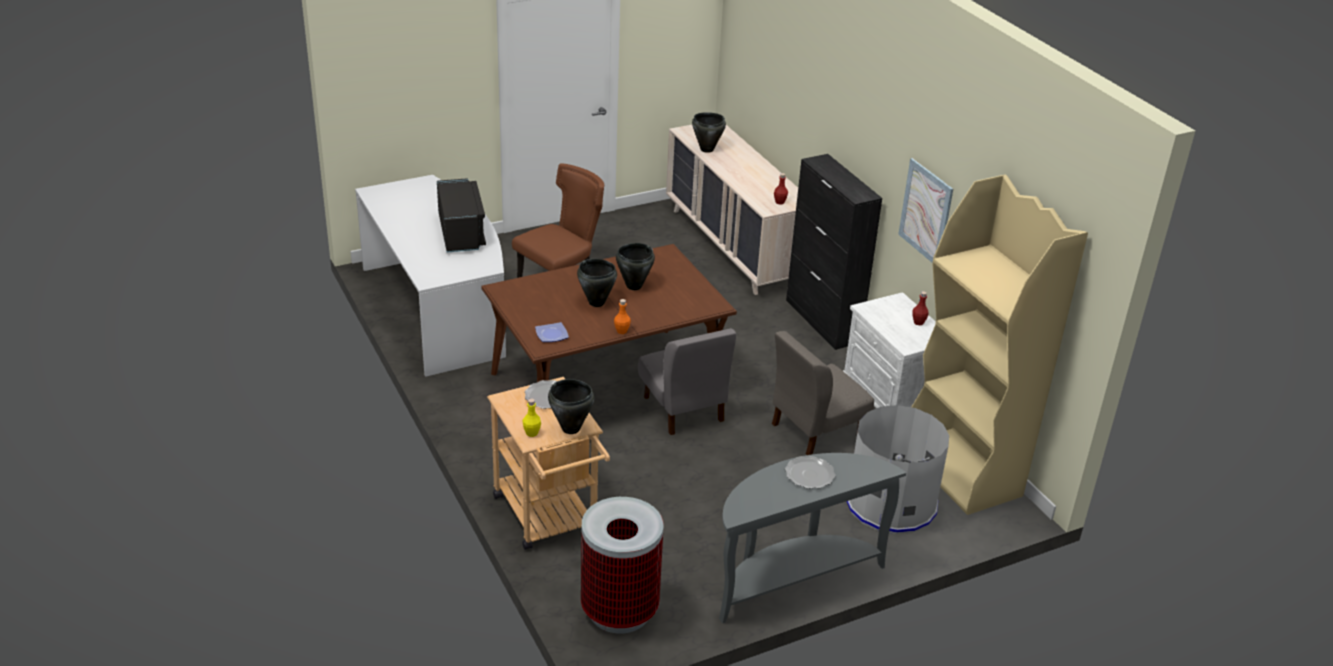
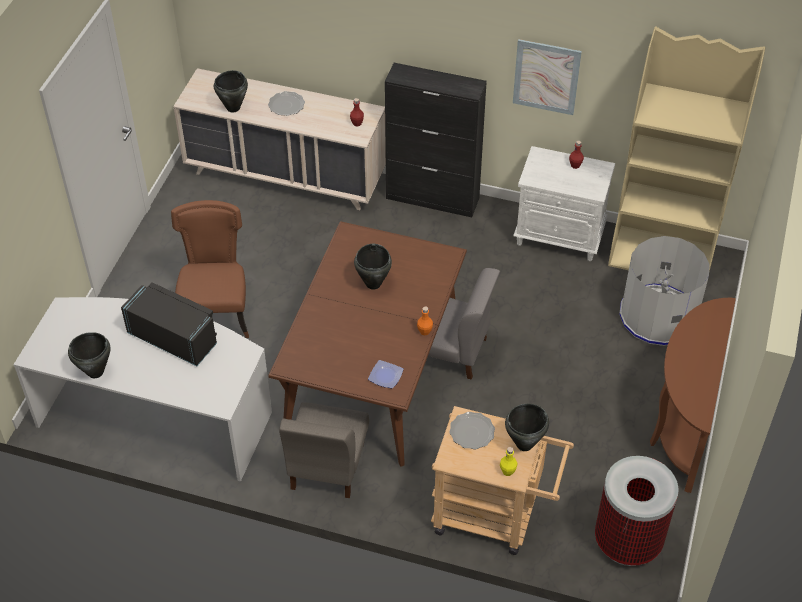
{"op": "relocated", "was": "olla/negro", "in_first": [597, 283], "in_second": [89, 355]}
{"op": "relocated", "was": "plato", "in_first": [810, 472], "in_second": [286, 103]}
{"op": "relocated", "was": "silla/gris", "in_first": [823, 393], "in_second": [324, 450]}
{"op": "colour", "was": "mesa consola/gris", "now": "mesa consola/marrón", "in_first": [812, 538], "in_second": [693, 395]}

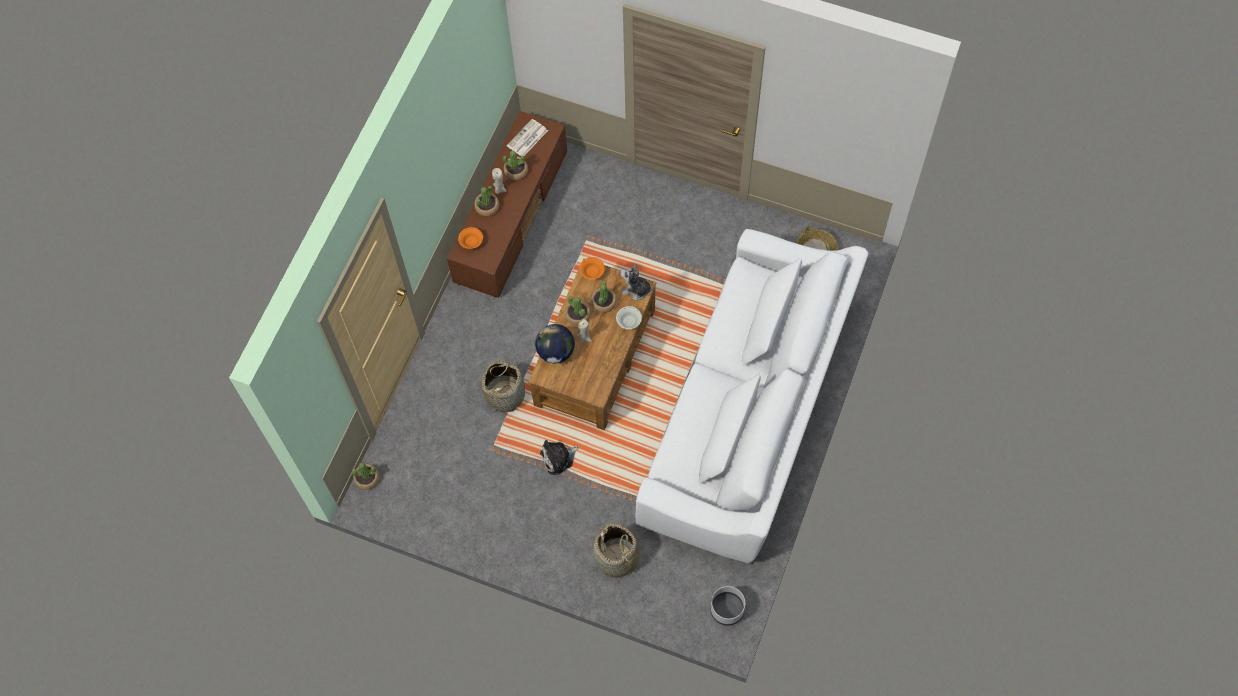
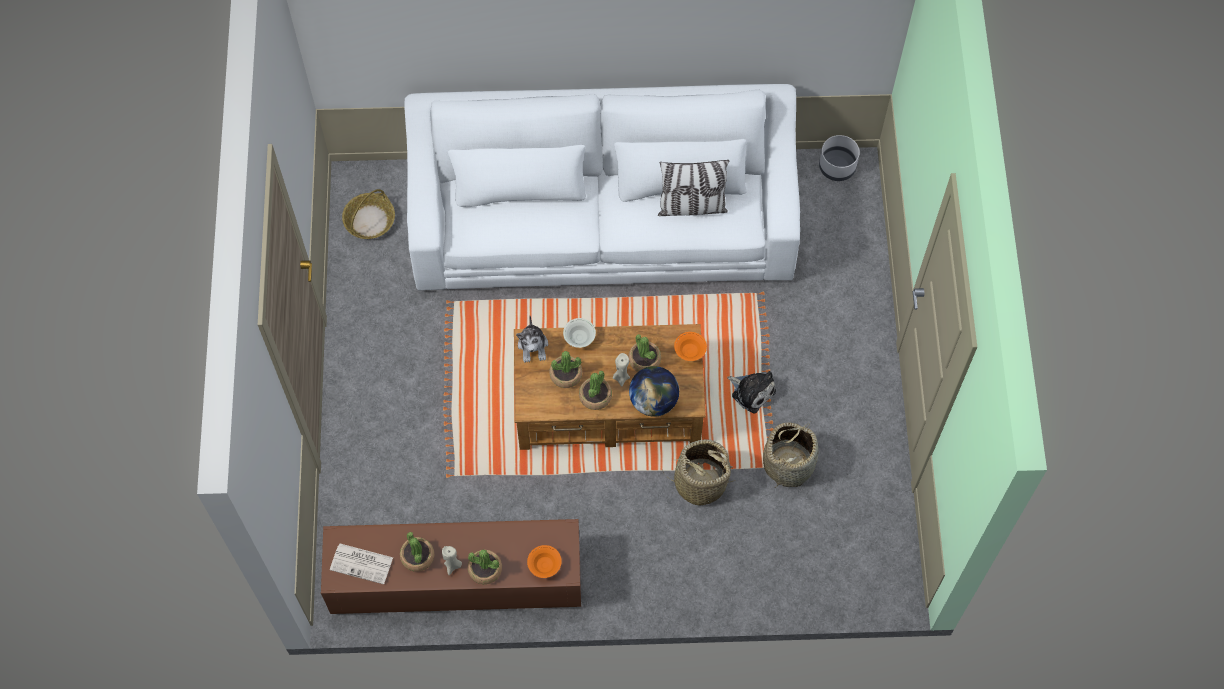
{"op": "relocated", "was": "planta en maceta", "in_first": [366, 476], "in_second": [644, 353]}
{"op": "appeared", "now": "cojín", "in_second": [694, 188]}
{"op": "relocated", "was": "cuenco/naranja", "in_first": [592, 268], "in_second": [690, 346]}
{"op": "relocated", "was": "cesta", "in_first": [616, 550], "in_second": [791, 455]}

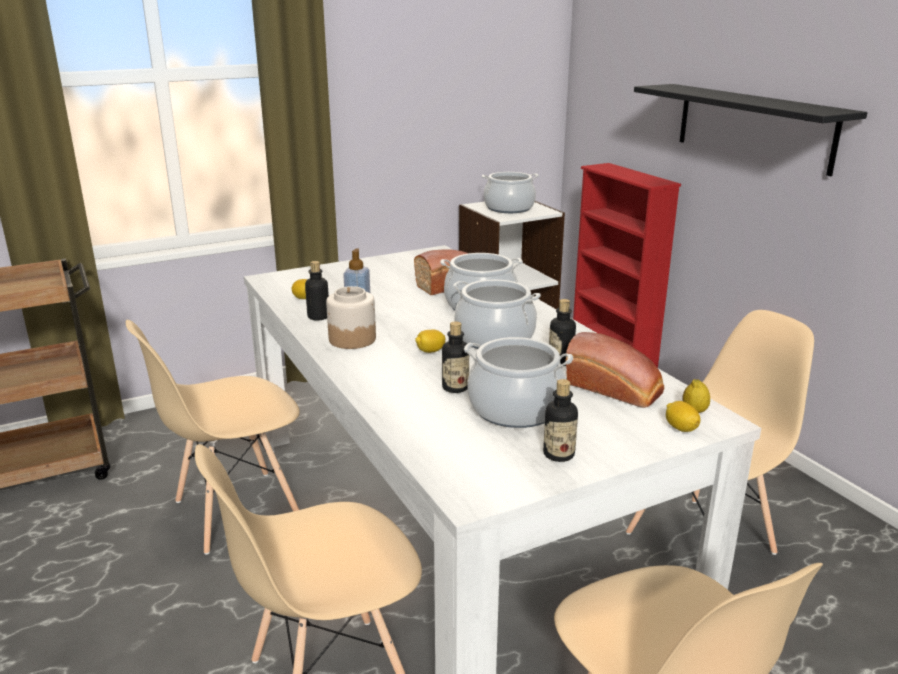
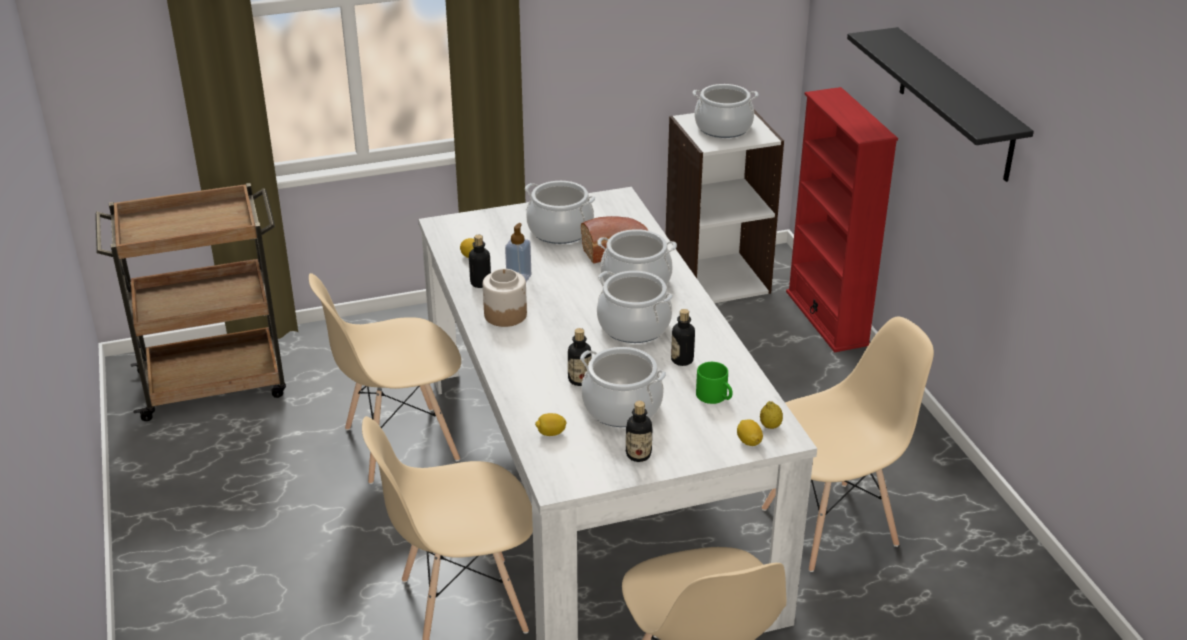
{"op": "appeared", "now": "olla", "in_second": [560, 212]}
{"op": "relocated", "was": "limón", "in_first": [430, 341], "in_second": [551, 424]}
{"op": "exchanged", "was": "pan", "now": "taza grande/verde", "in_first": [615, 370], "in_second": [714, 383]}

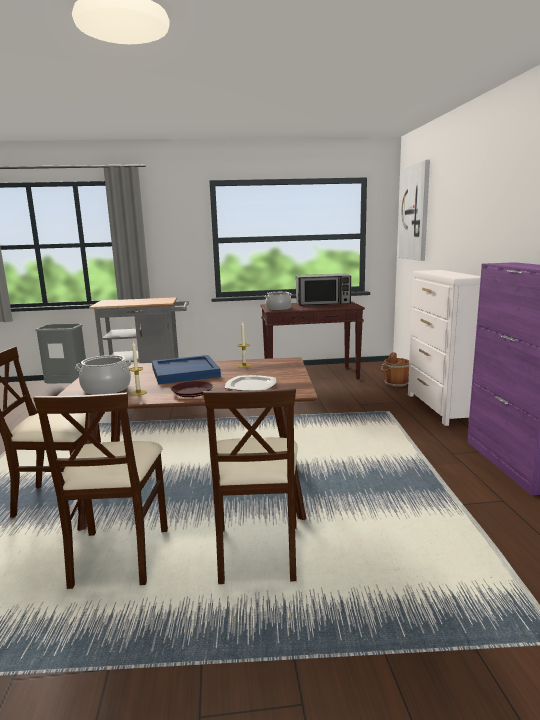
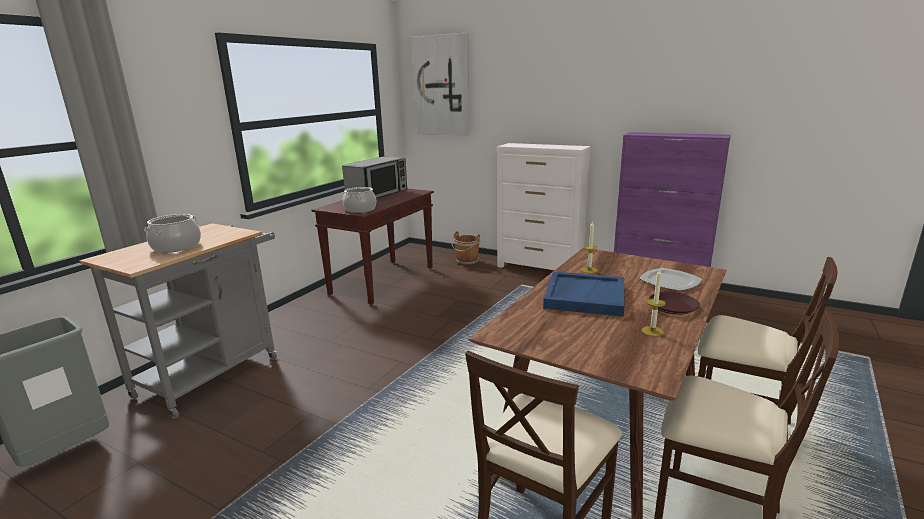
{"op": "relocated", "was": "olla", "in_first": [103, 375], "in_second": [172, 233]}

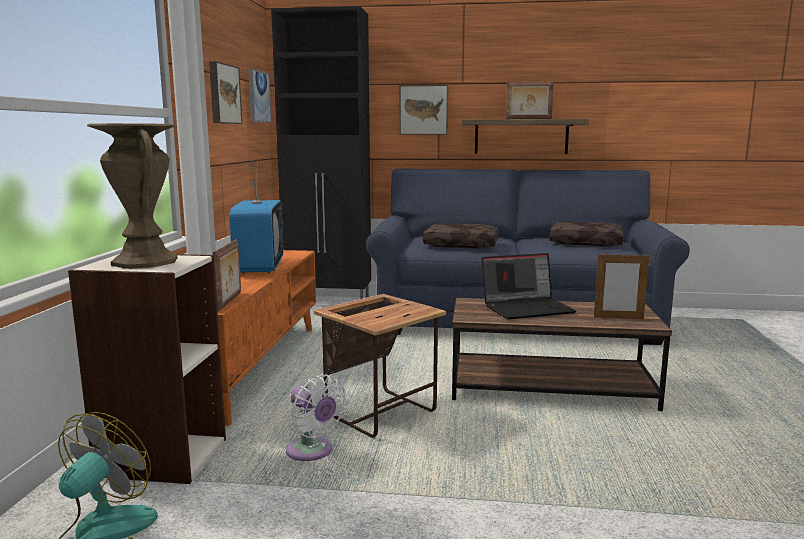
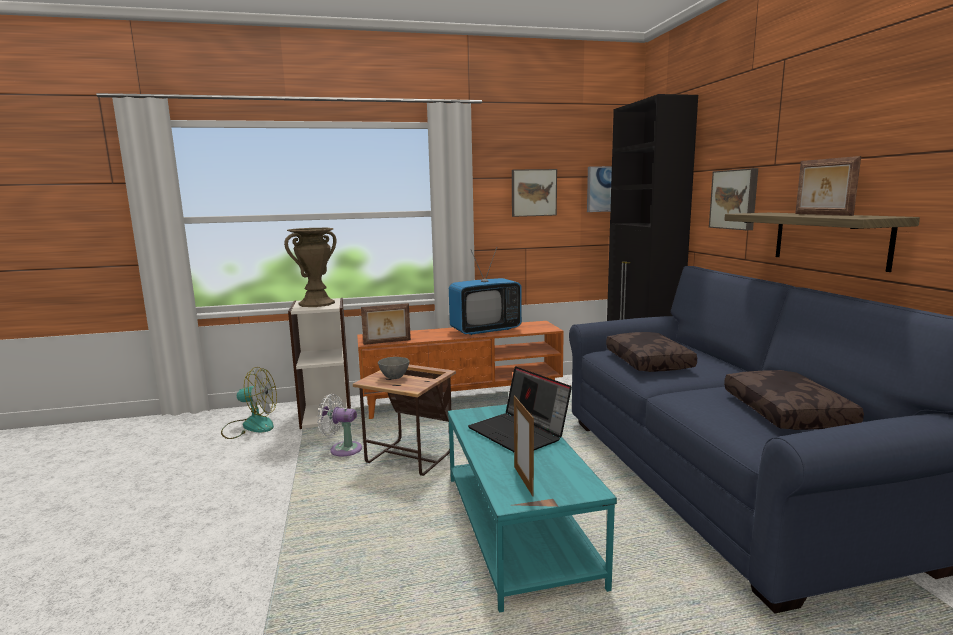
{"op": "spun", "was": "ventilador/blanco", "in_first": [316, 417], "in_second": [339, 425], "clockwise": 75}
{"op": "appeared", "now": "cuenco/gris", "in_second": [394, 368]}
{"op": "colour", "was": "mesa de centro/marrón", "now": "mesa de centro/turquesa", "in_first": [562, 354], "in_second": [532, 508]}

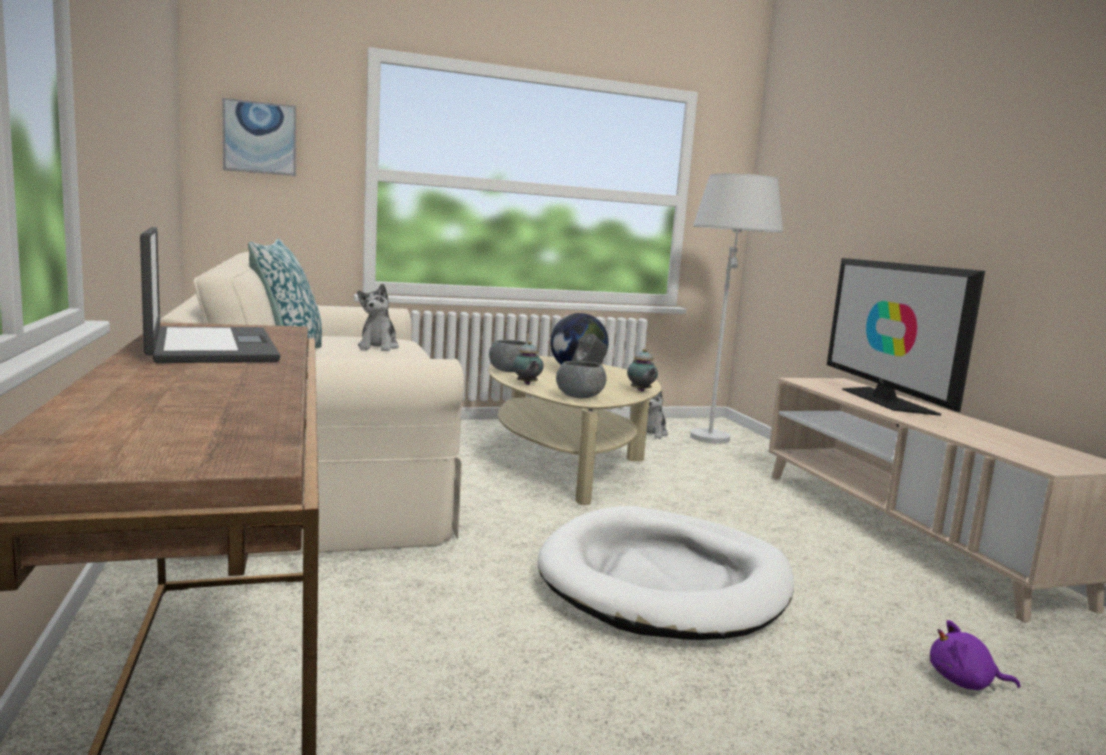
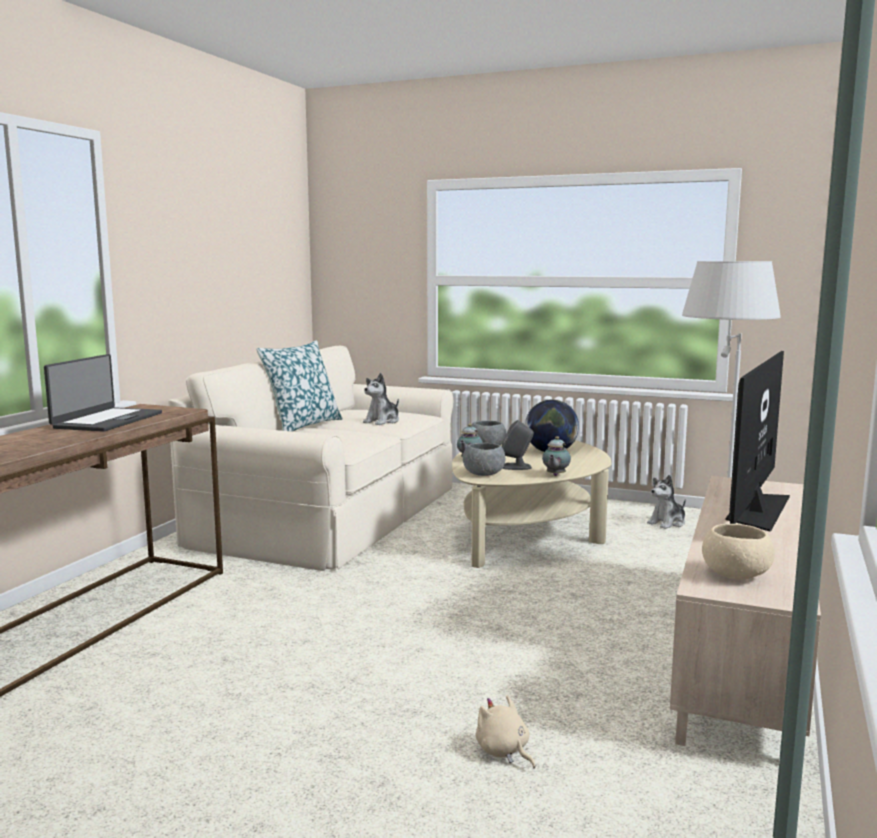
{"op": "colour", "was": "peluche/morado", "now": "peluche/beis", "in_first": [975, 655], "in_second": [505, 732]}
{"op": "appeared", "now": "cuenco/beis", "in_second": [738, 552]}
{"op": "missing", "was": "cuadro", "in_first": [259, 137]}
{"op": "missing", "was": "cama para perro/blanco", "in_first": [666, 573]}

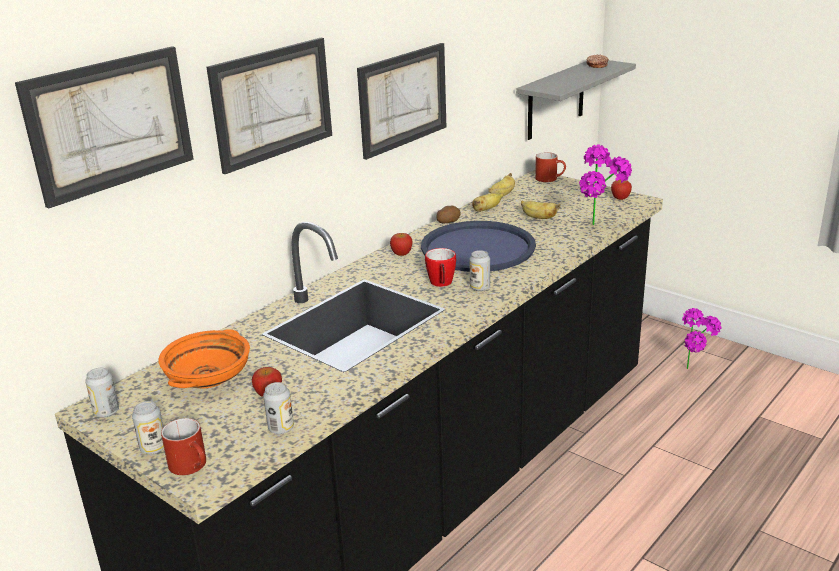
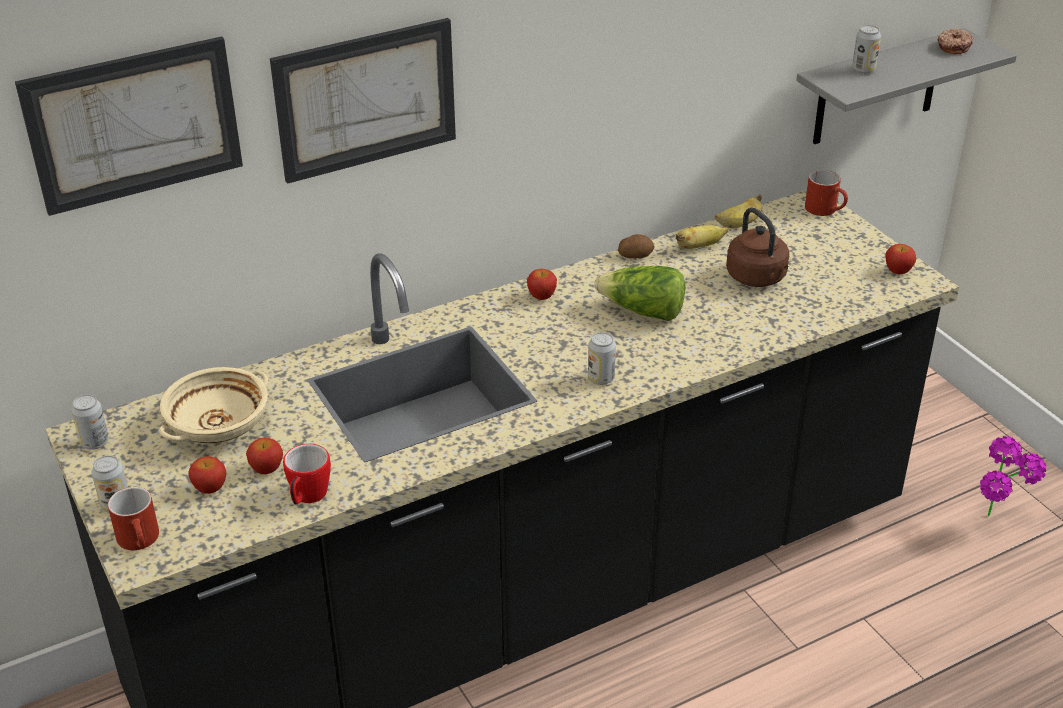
{"op": "colour", "was": "cuenco/naranja", "now": "cuenco/beis", "in_first": [204, 358], "in_second": [213, 405]}
{"op": "appeared", "now": "manzana", "in_second": [207, 475]}
{"op": "relocated", "was": "taza grande", "in_first": [440, 267], "in_second": [307, 474]}
{"op": "exchanged", "was": "bandeja/azul", "now": "lechuga", "in_first": [478, 246], "in_second": [639, 293]}
{"op": "exchanged", "was": "plátano", "now": "hervidor/marrón", "in_first": [540, 210], "in_second": [757, 247]}
{"op": "relocated", "was": "lata", "in_first": [278, 408], "in_second": [866, 49]}
{"op": "missing", "was": "cuadro", "in_first": [401, 101]}
{"op": "missing", "was": "planta en maceta", "in_first": [605, 185]}

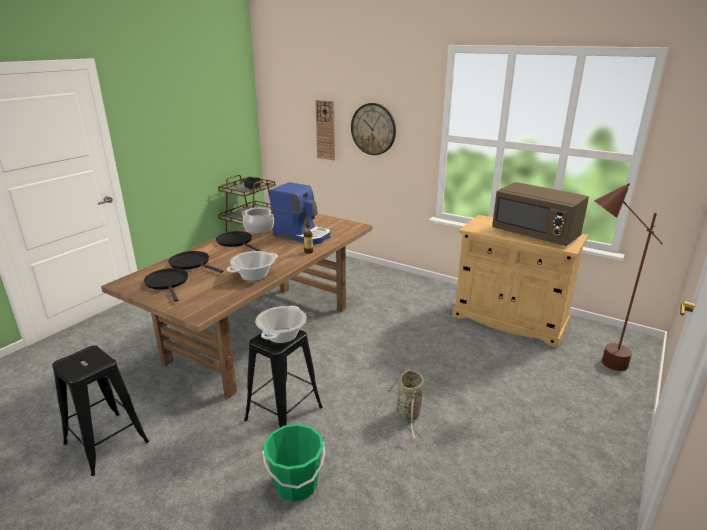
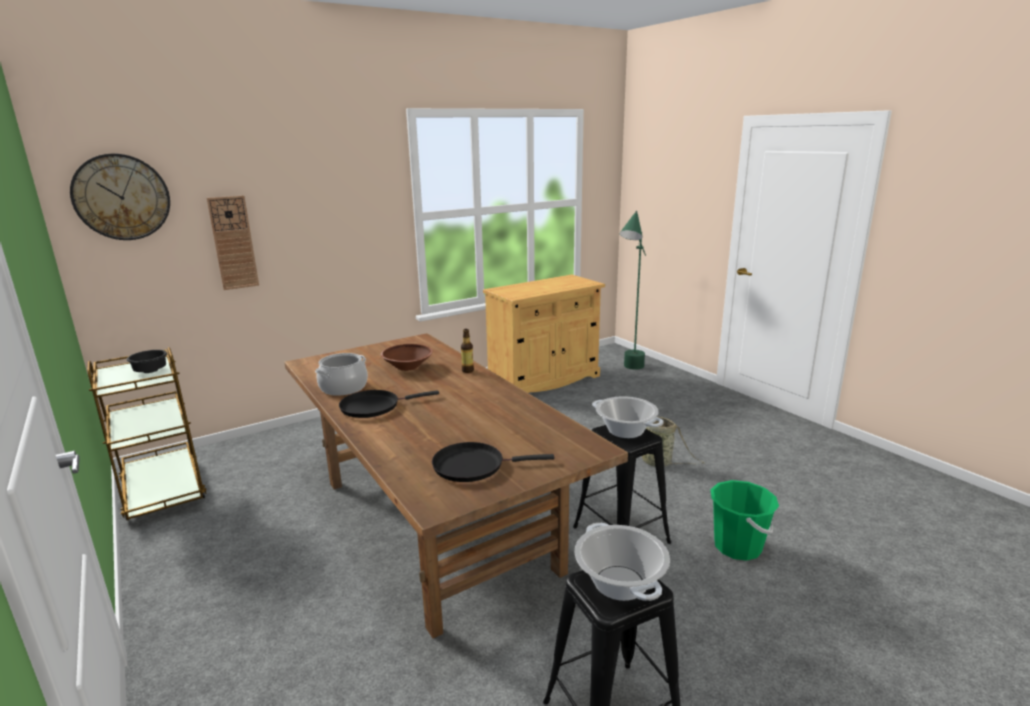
{"op": "relocated", "was": "reloj de pared", "in_first": [373, 129], "in_second": [120, 196]}
{"op": "exchanged", "was": "cafetera", "now": "cuenco/marrón", "in_first": [300, 213], "in_second": [407, 357]}
{"op": "relocated", "was": "olla", "in_first": [252, 266], "in_second": [622, 562]}
{"op": "colour", "was": "lámpara de pie/marrón", "now": "lámpara de pie/verde", "in_first": [628, 277], "in_second": [633, 290]}
{"op": "missing", "was": "sartén/negro", "in_first": [196, 262]}
{"op": "missing", "was": "microondas/marrón", "in_first": [540, 214]}

